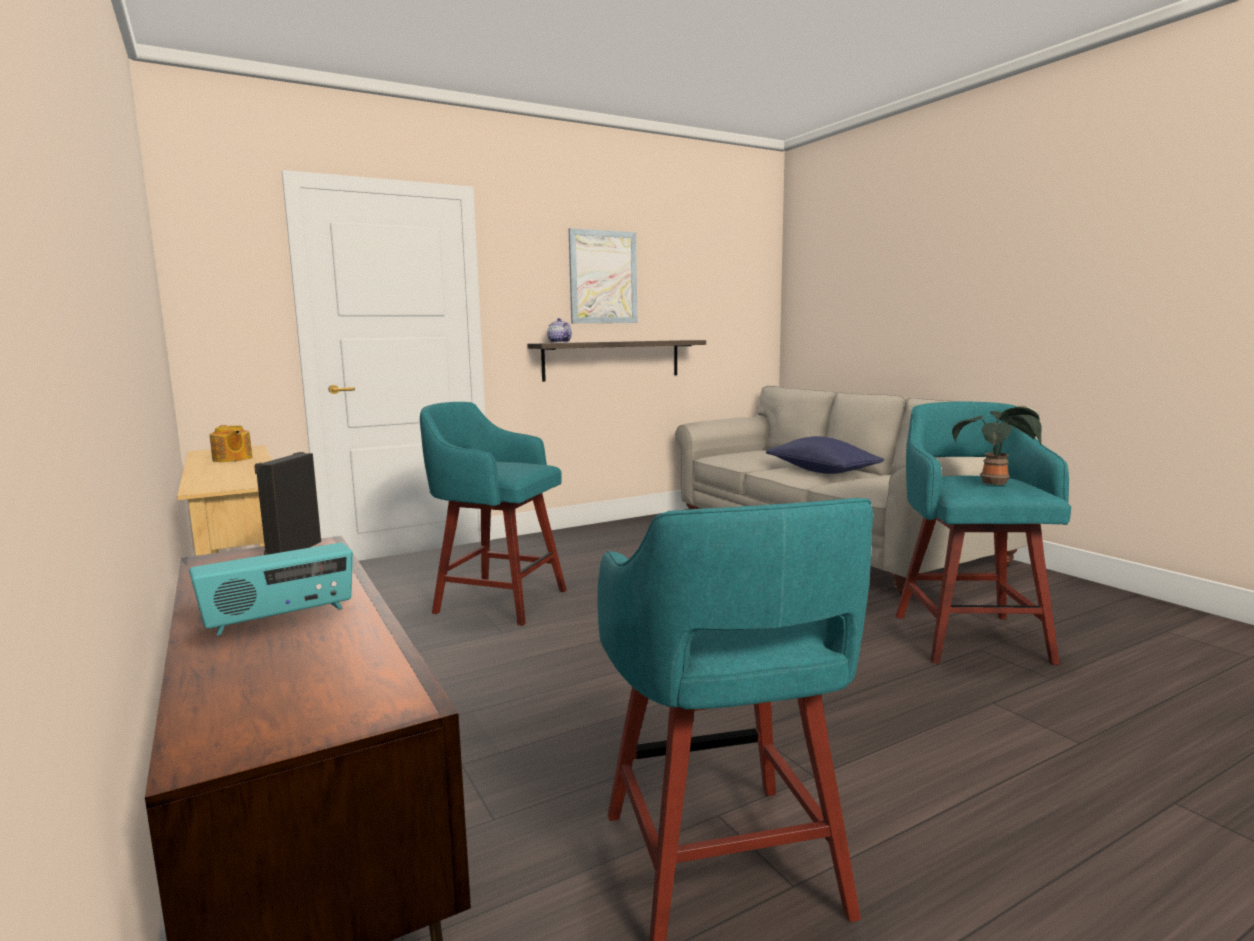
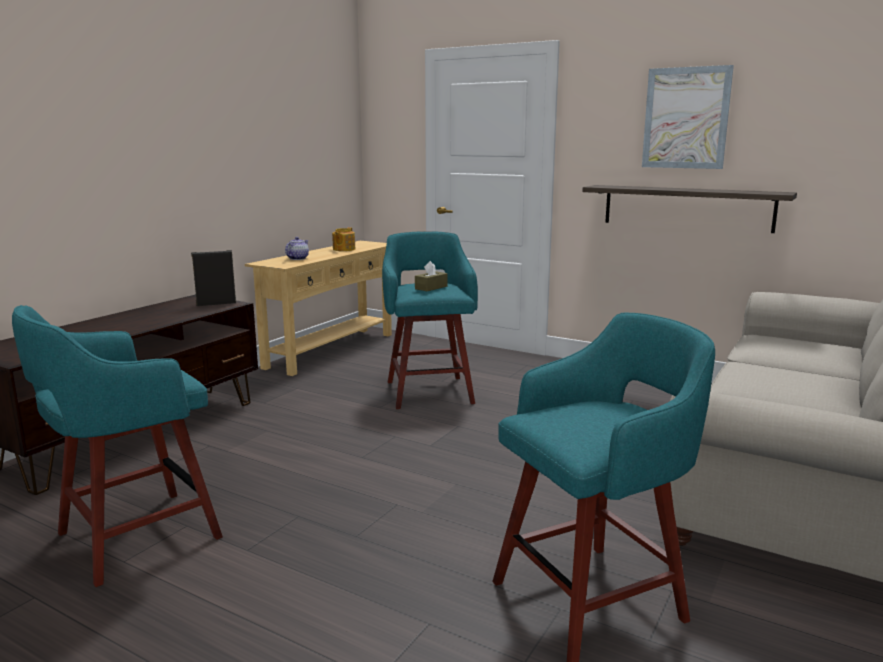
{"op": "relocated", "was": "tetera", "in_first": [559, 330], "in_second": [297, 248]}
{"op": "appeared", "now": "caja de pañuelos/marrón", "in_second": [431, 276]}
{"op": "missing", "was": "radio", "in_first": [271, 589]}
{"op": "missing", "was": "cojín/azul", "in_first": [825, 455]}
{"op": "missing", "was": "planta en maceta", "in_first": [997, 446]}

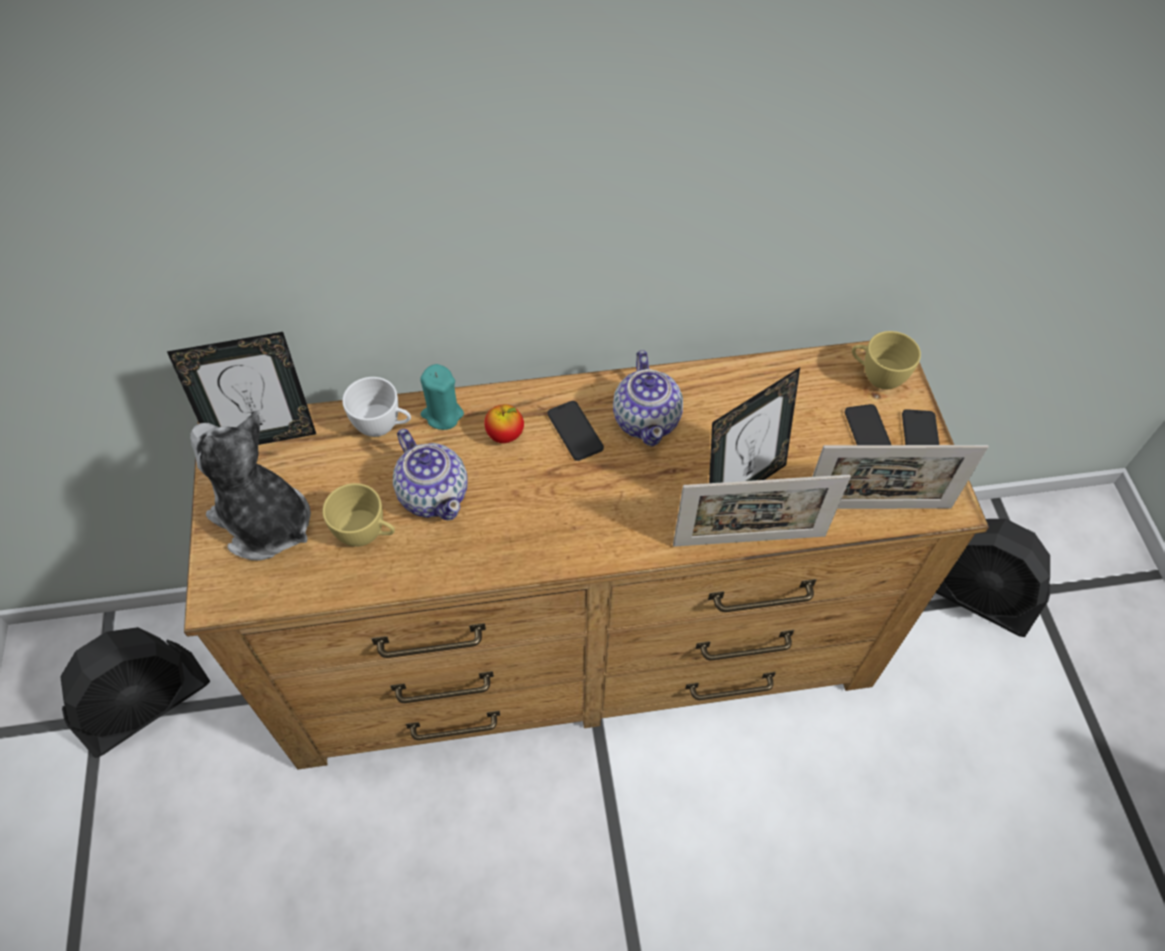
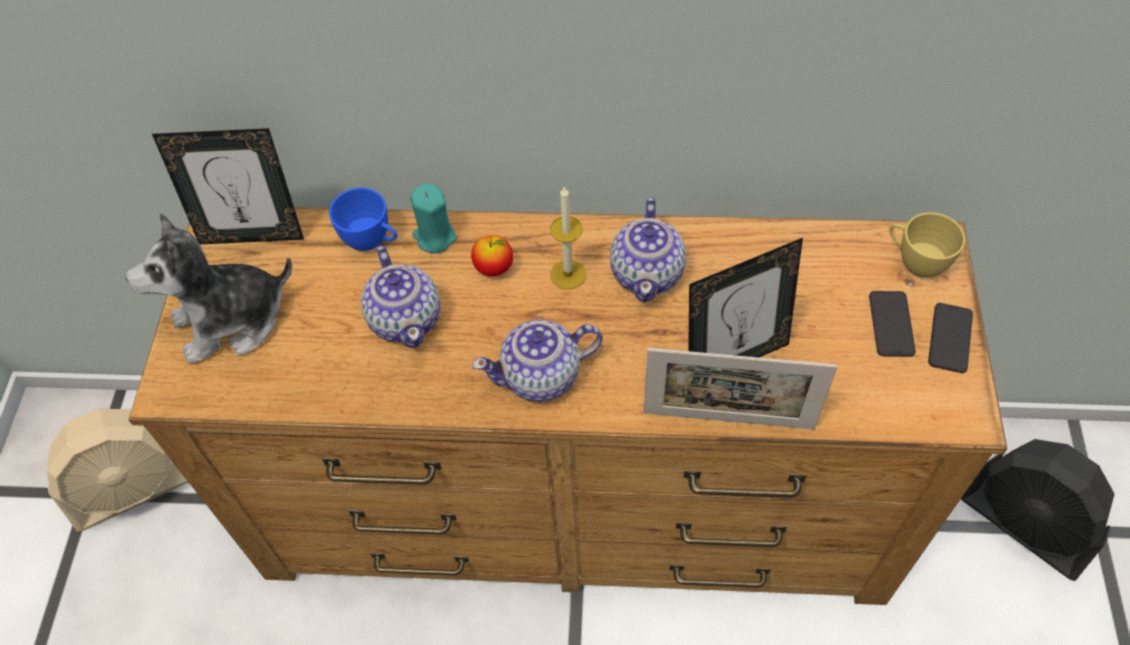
{"op": "colour", "was": "ventilador/negro", "now": "ventilador/beis", "in_first": [135, 692], "in_second": [117, 470]}
{"op": "spun", "was": "peluche", "in_first": [250, 486], "in_second": [209, 289], "clockwise": -75}
{"op": "colour", "was": "taza/blanco", "now": "taza/azul", "in_first": [376, 407], "in_second": [363, 219]}
{"op": "appeared", "now": "tetera", "in_second": [537, 360]}
{"op": "exchanged", "was": "móvil", "now": "vela", "in_first": [575, 431], "in_second": [568, 237]}
{"op": "missing", "was": "taza/amarillo", "in_first": [359, 515]}
{"op": "missing", "was": "portarretratos", "in_first": [900, 477]}

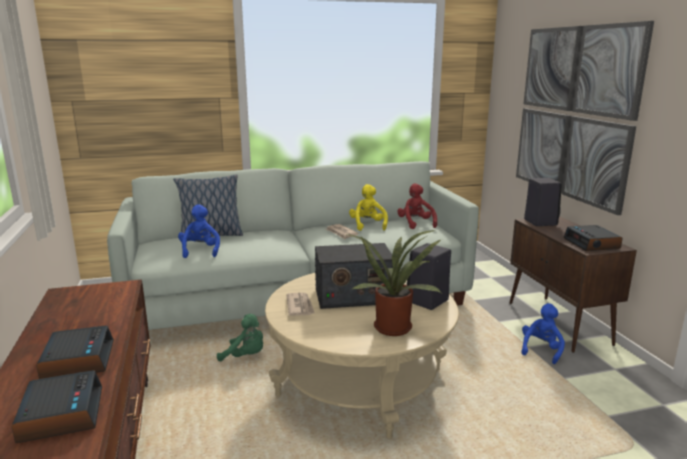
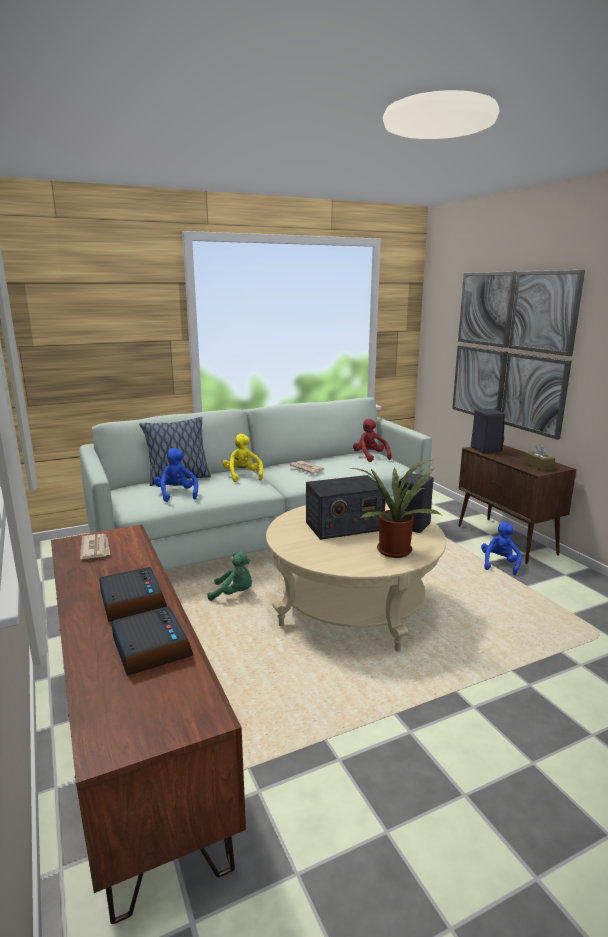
{"op": "relocated", "was": "periódico", "in_first": [301, 304], "in_second": [95, 546]}
{"op": "relocated", "was": "peluche/amarillo", "in_first": [368, 207], "in_second": [243, 457]}
{"op": "exchanged", "was": "despertador", "now": "caja de pañuelos/marrón", "in_first": [593, 238], "in_second": [539, 457]}

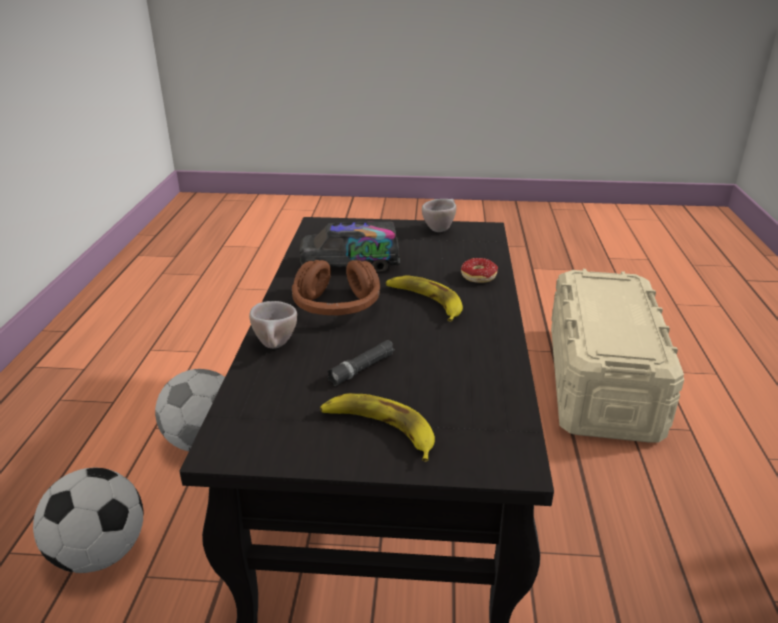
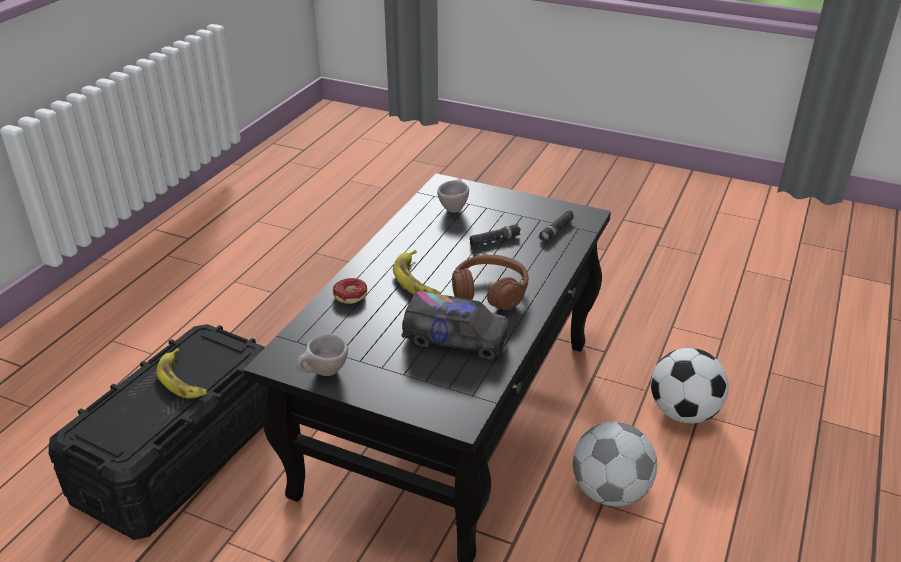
{"op": "colour", "was": "caja de almacenaje/beis", "now": "caja de almacenaje/negro", "in_first": [617, 356], "in_second": [158, 432]}
{"op": "relocated", "was": "plátano", "in_first": [377, 427], "in_second": [181, 373]}
{"op": "relocated", "was": "taza/beis", "in_first": [273, 325], "in_second": [453, 196]}
{"op": "appeared", "now": "linterna/negro", "in_second": [557, 226]}

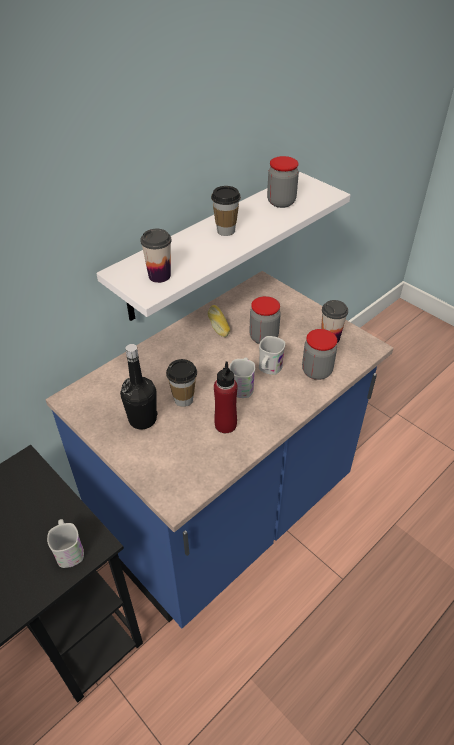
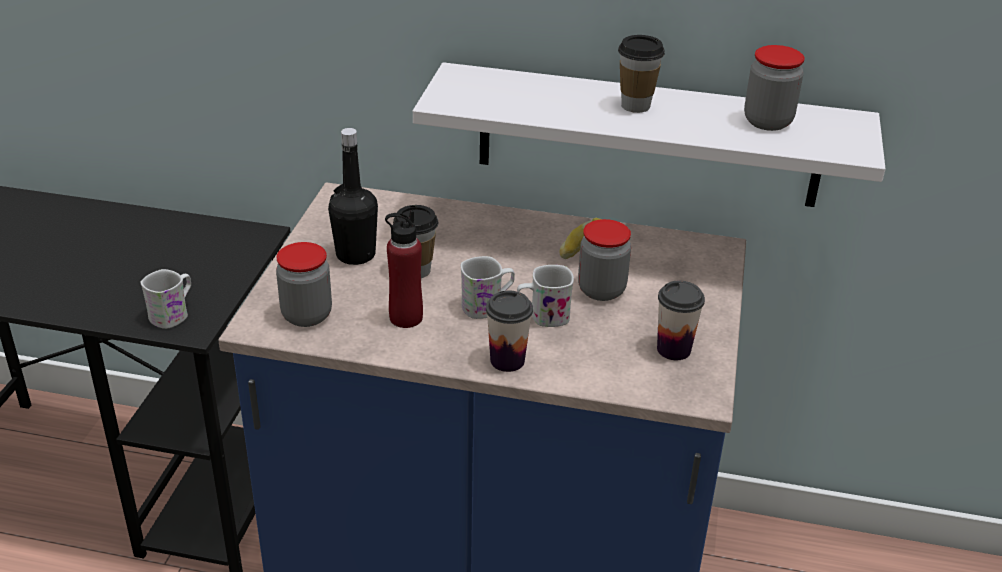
{"op": "relocated", "was": "tarro", "in_first": [319, 354], "in_second": [304, 284]}
{"op": "relocated", "was": "taza", "in_first": [155, 256], "in_second": [509, 331]}

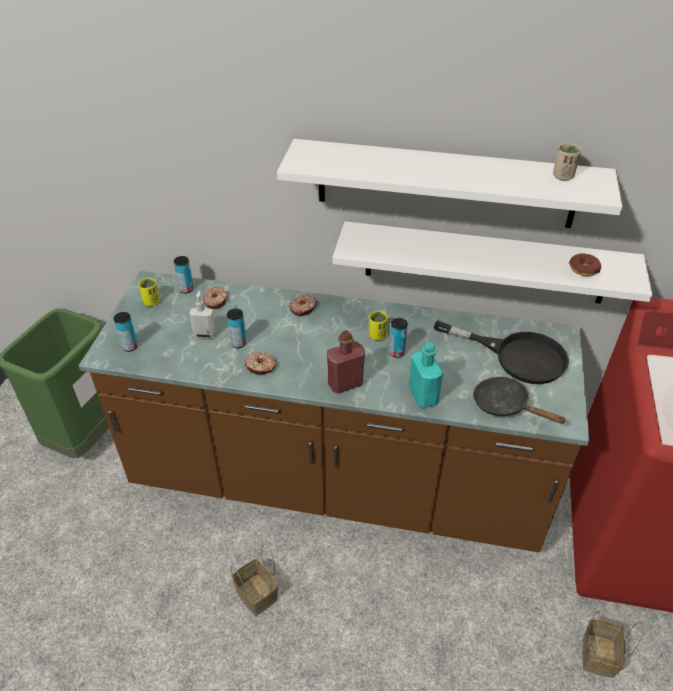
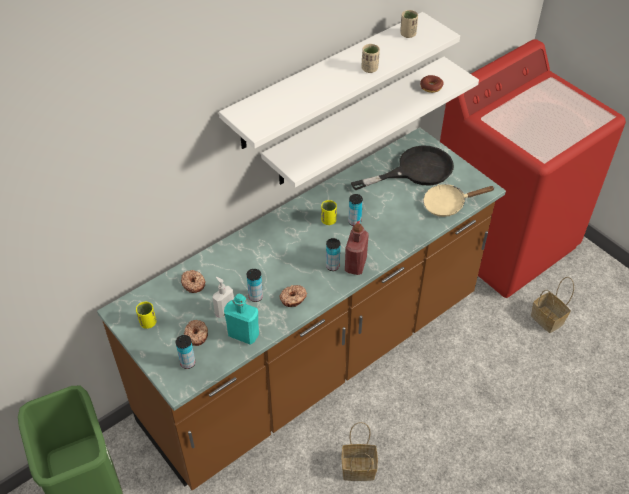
{"op": "relocated", "was": "rosquilla", "in_first": [303, 305], "in_second": [196, 333]}
{"op": "relocated", "was": "botella/turquesa", "in_first": [426, 375], "in_second": [241, 319]}
{"op": "relocated", "was": "lata", "in_first": [184, 274], "in_second": [333, 254]}
{"op": "appeared", "now": "taza/beis", "in_second": [370, 58]}
{"op": "colour", "was": "sartén/negro", "now": "sartén/beis", "in_first": [519, 400], "in_second": [459, 200]}

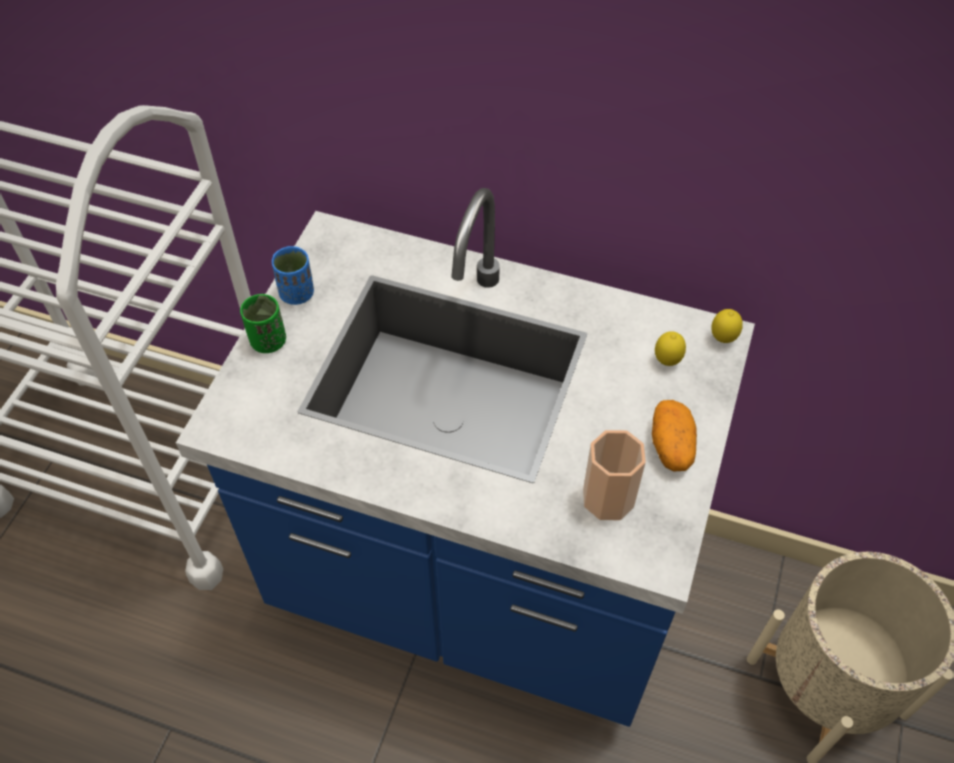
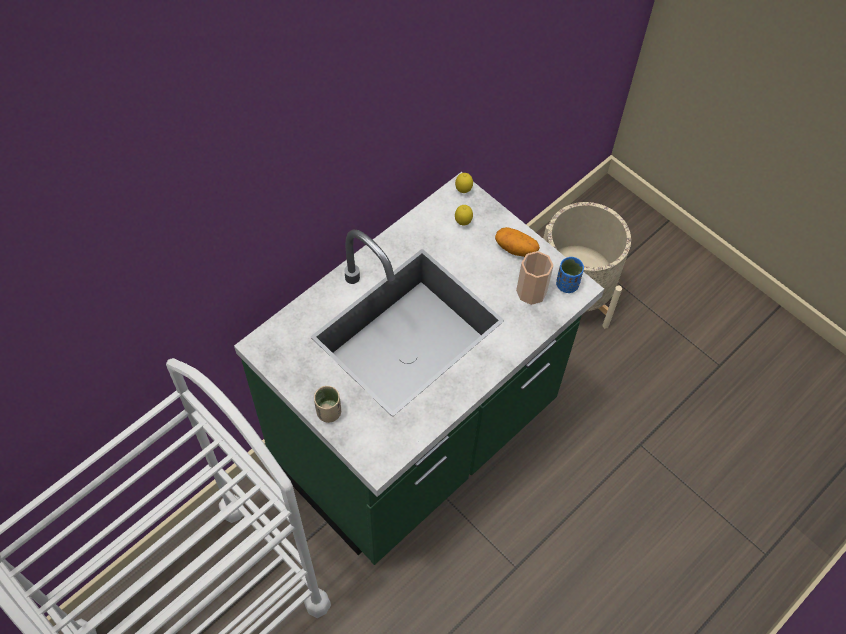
{"op": "colour", "was": "mueble bajo de cocina/azul", "now": "mueble bajo de cocina/verde", "in_first": [465, 457], "in_second": [419, 368]}
{"op": "colour", "was": "taza/verde", "now": "taza/beis", "in_first": [263, 323], "in_second": [327, 404]}
{"op": "relocated", "was": "taza/azul", "in_first": [293, 275], "in_second": [570, 275]}

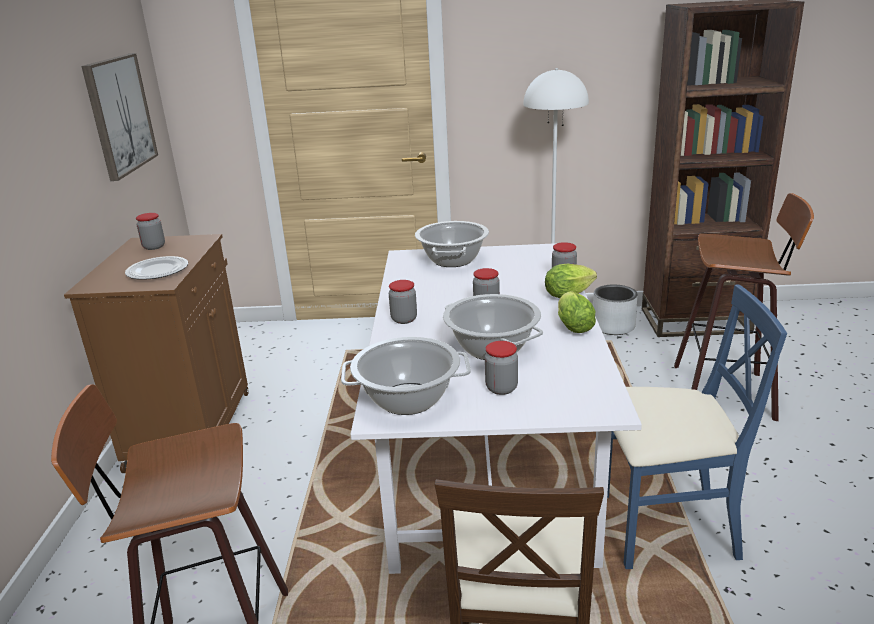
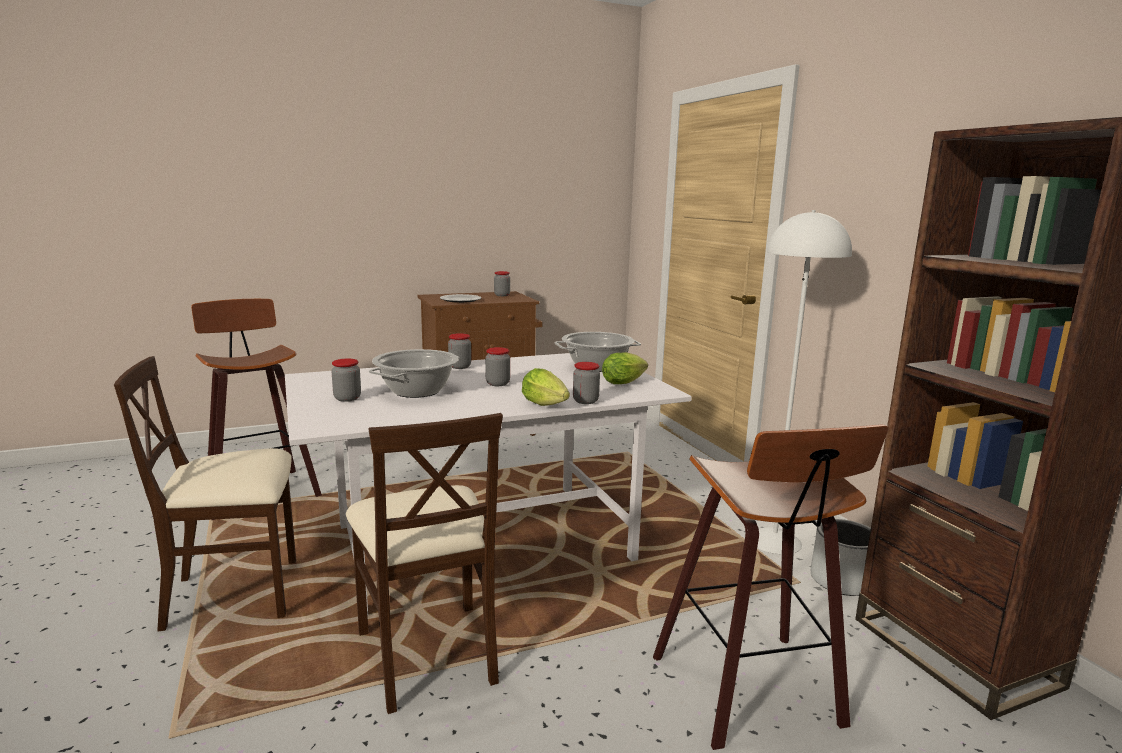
{"op": "colour", "was": "silla/azul", "now": "silla/beis", "in_first": [697, 426], "in_second": [424, 563]}
{"op": "relocated", "was": "lechuga", "in_first": [577, 312], "in_second": [625, 368]}
{"op": "missing", "was": "cuadro", "in_first": [120, 117]}
{"op": "missing", "was": "olla", "in_first": [406, 376]}

